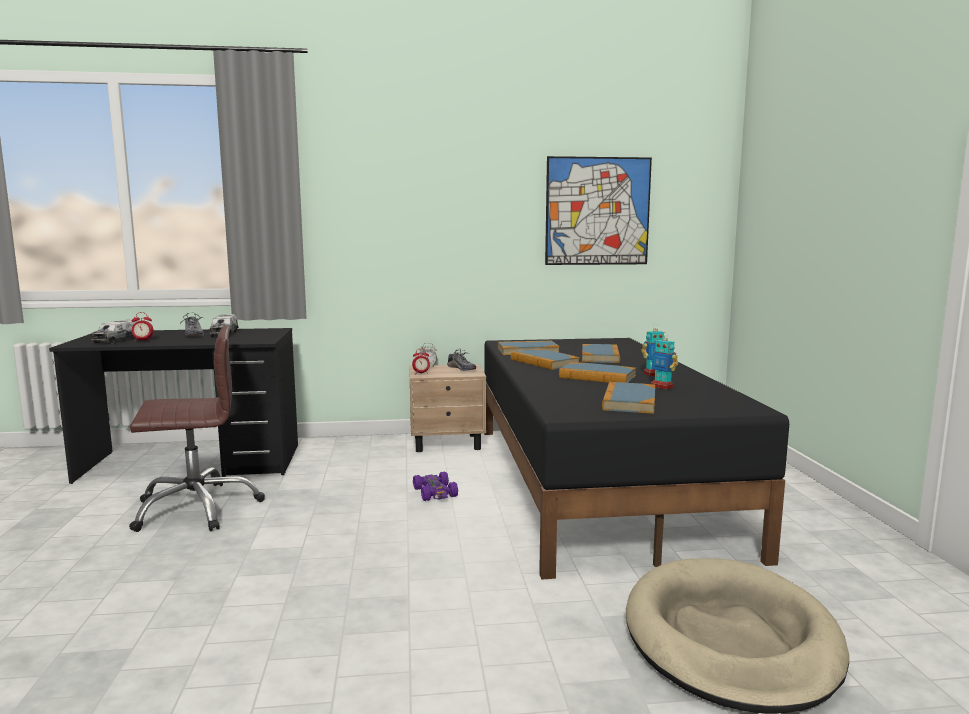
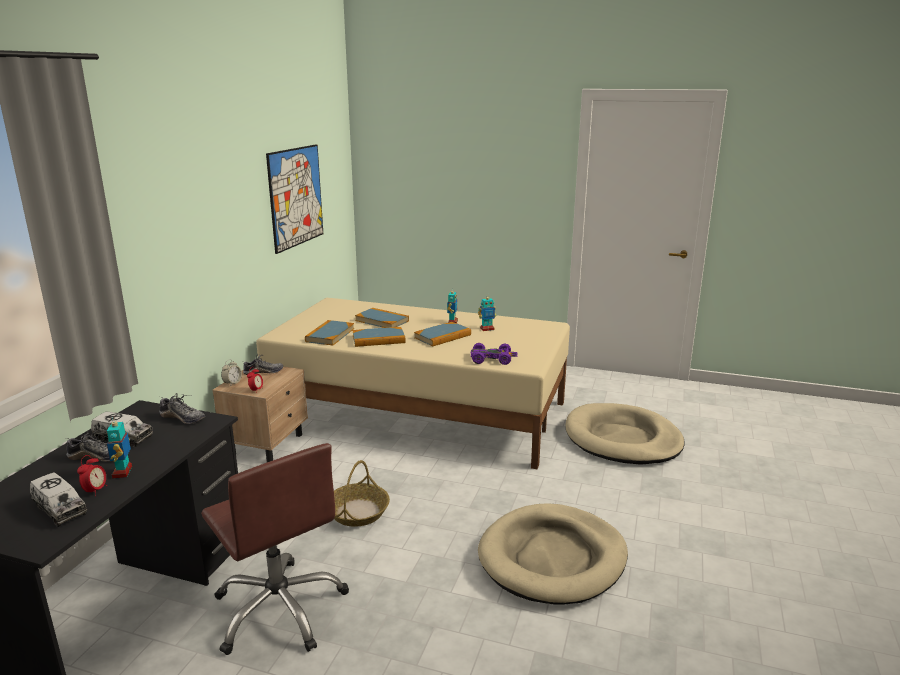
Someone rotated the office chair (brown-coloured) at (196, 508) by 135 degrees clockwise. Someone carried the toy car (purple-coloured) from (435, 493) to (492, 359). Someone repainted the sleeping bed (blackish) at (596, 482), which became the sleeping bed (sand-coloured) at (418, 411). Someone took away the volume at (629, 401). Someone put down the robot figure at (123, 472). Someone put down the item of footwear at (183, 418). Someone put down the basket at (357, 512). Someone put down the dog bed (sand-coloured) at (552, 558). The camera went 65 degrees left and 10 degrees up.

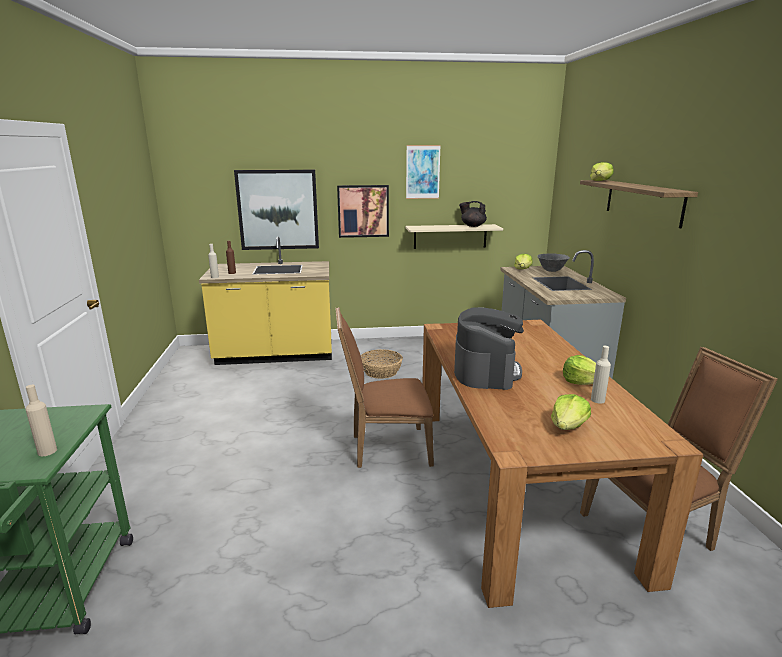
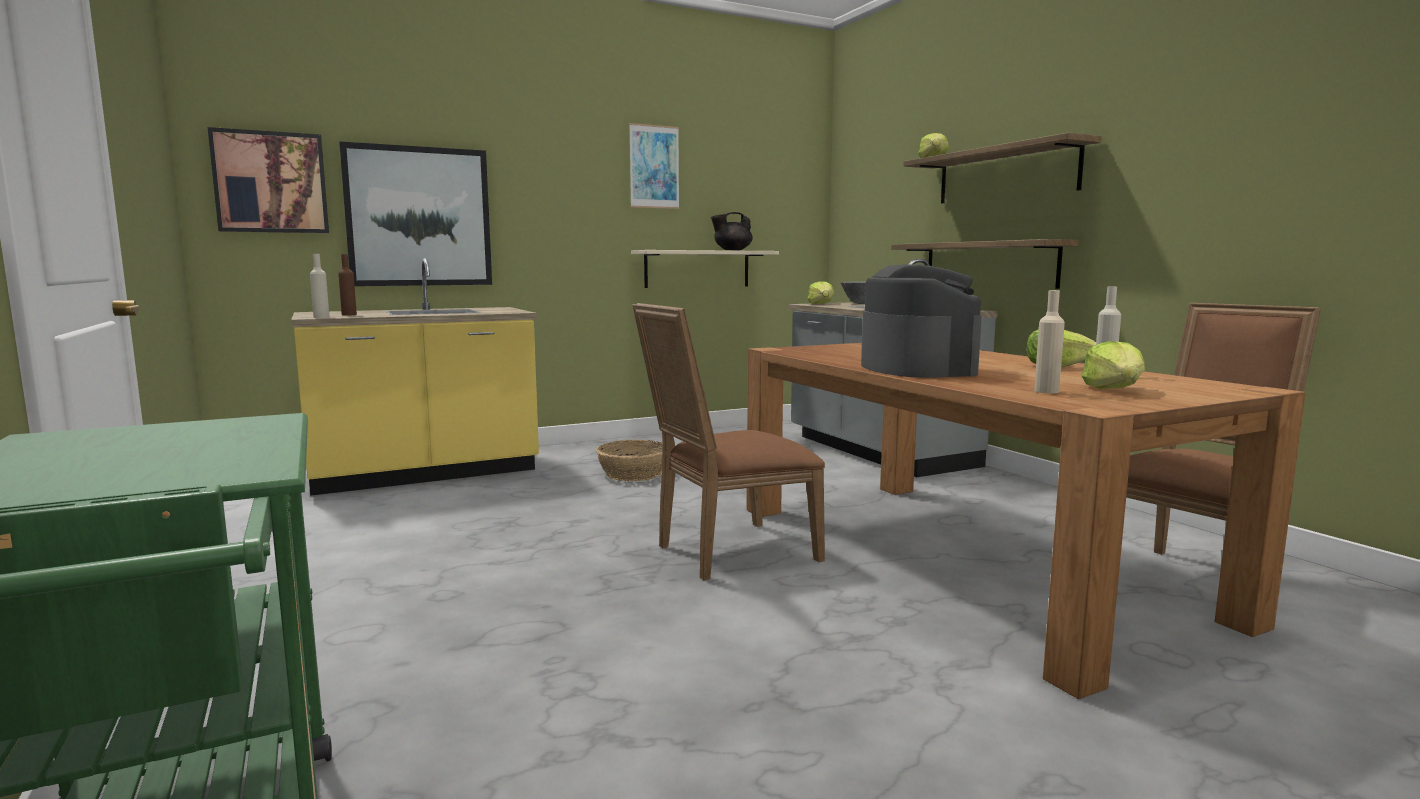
Someone carried the bottle (sand-coloured) from (47, 451) to (1046, 391). Someone carried the wall picture from (363, 211) to (270, 182). Someone put up the wall shelf at (989, 264). The camera went 20 degrees left and 10 degrees down.

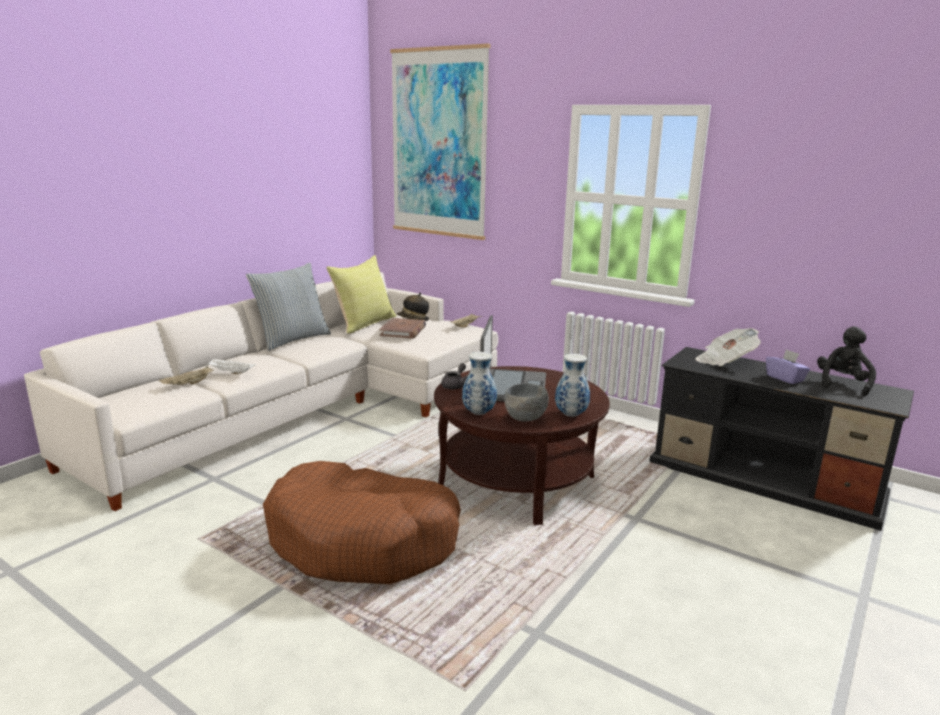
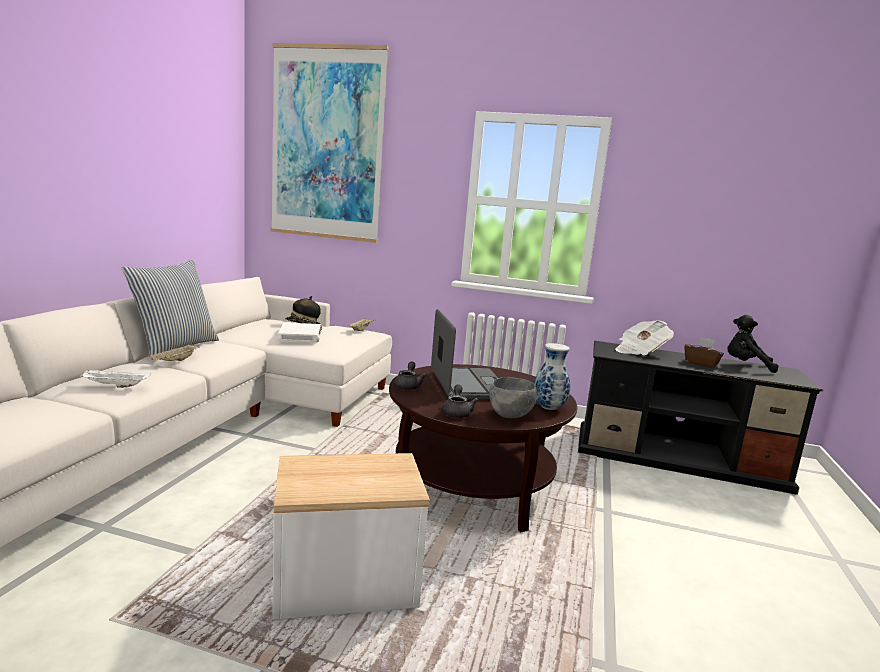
Someone carried the serving tray (sand-coloured) from (188, 384) to (175, 361). Someone swapped the dog bed (brown-coloured) at (363, 541) for the side table at (345, 583). Someone took away the pillow (yellow-coloured) at (364, 323). Someone repainted the volume (brown-coloured) at (403, 331), which became the volume (whitish) at (300, 335). Someone swapped the flower vase at (478, 412) for the pot for tea (grey) at (457, 412). Someone repainted the box of tissues (purple-coloured) at (785, 378), which became the box of tissues (brown-coloured) at (701, 363). Someone rotated the plush toy (blackish) at (842, 384) by 75 degrees counterclockwise. The camera went 20 degrees left and 5 degrees down.

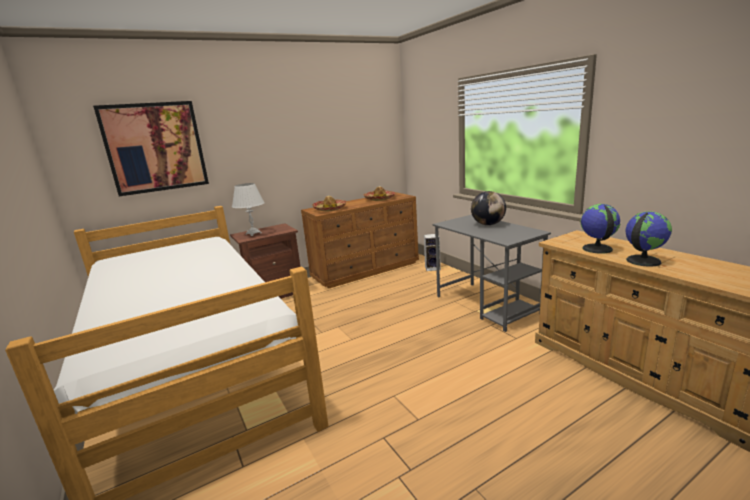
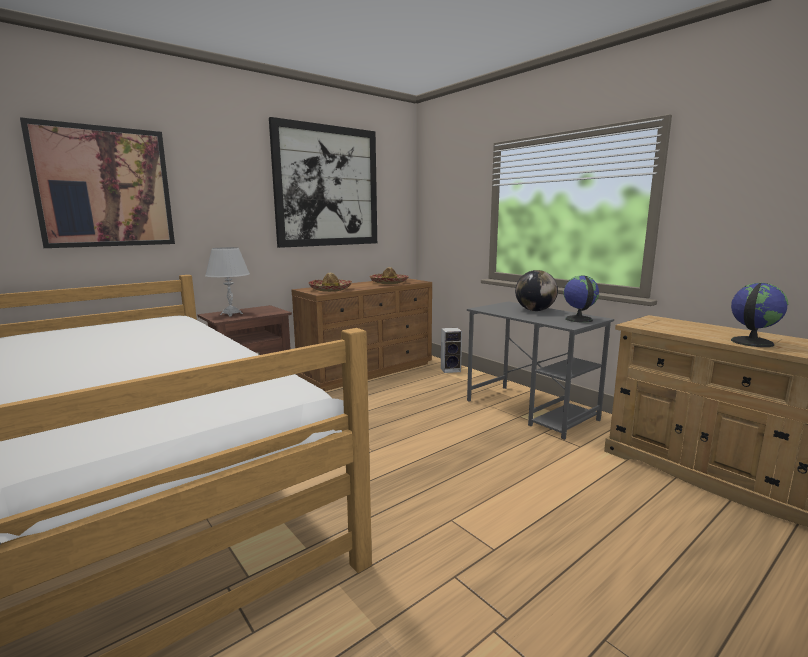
Someone carried the world globe from (596, 249) to (578, 319). Someone put up the wall picture at (327, 186). The camera went 10 degrees left and 5 degrees down.

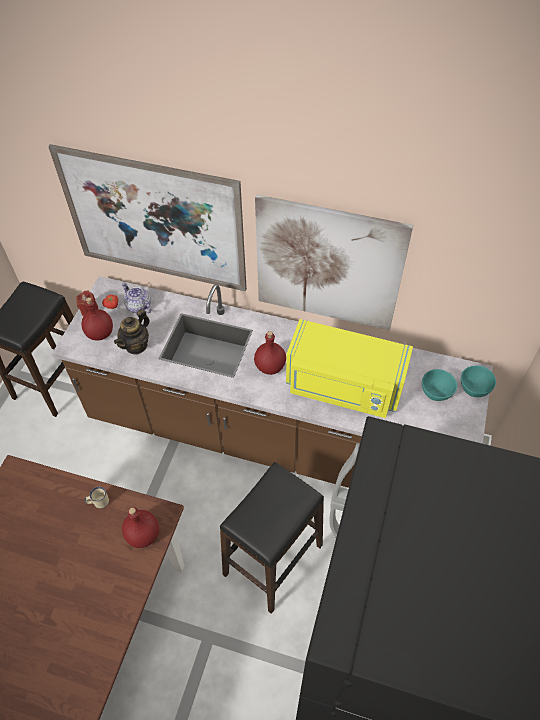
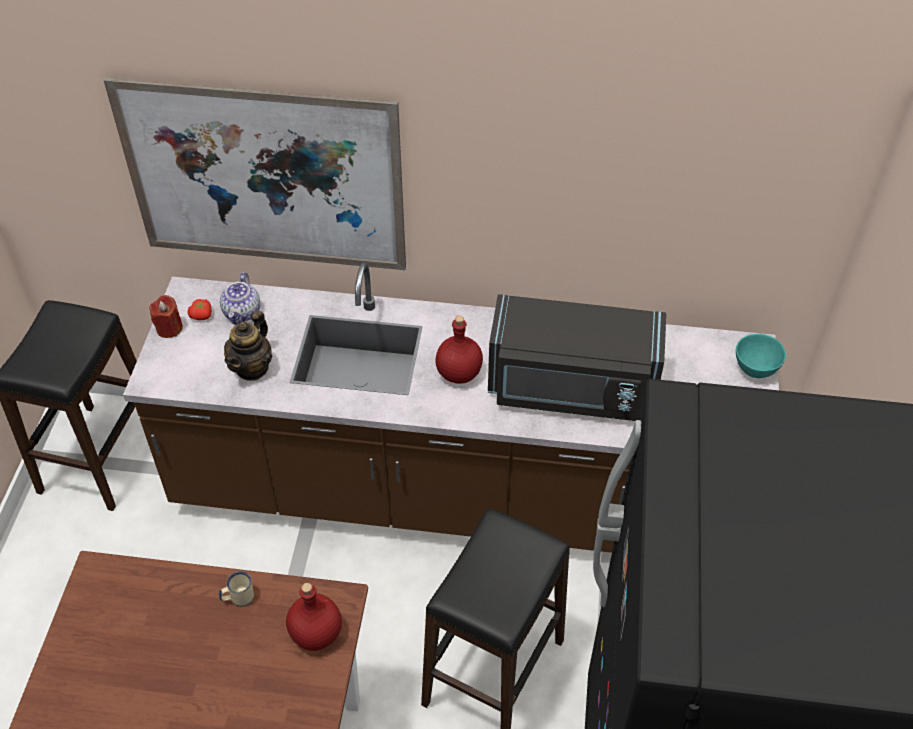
Someone took away the bottle (red-coloured) at (100, 333). Someone rotated the pot for tea at (138, 306) by 120 degrees counterclockwise. Someone took away the wall picture at (328, 265). Someone repainted the kitchen microwave (yellow-coloured) at (343, 387), which became the kitchen microwave (blackish) at (571, 388). Someone took away the bowl (turquoise-coloured) at (436, 393). The camera went 10 degrees left and 5 degrees down.

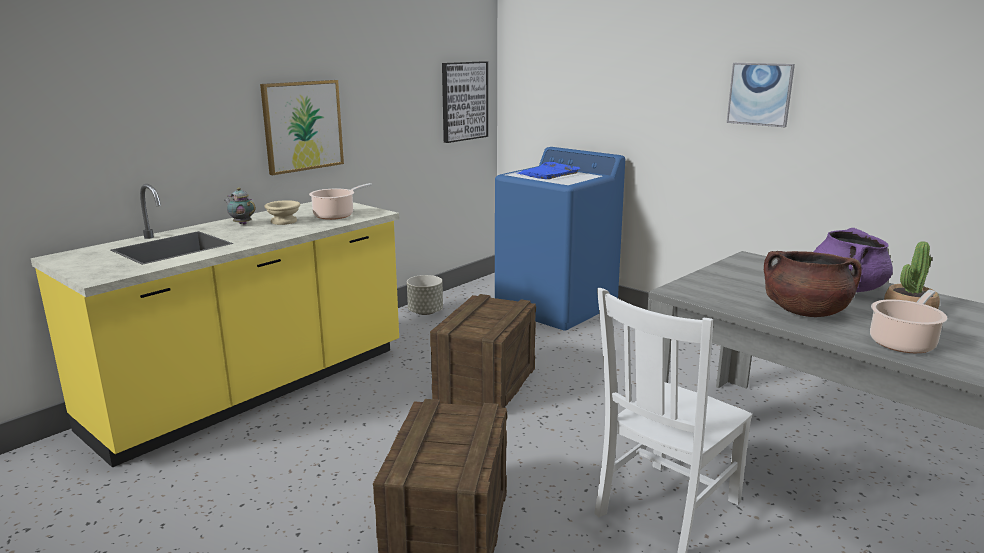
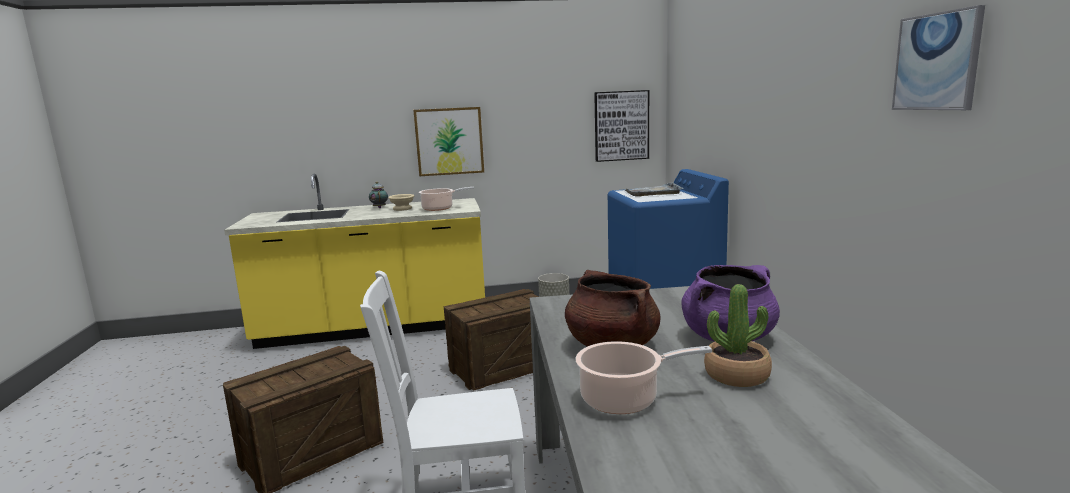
Someone repainted the serving tray (blue-coloured) at (548, 173), which became the serving tray (grey) at (653, 192). Someone carried the wall picture from (760, 94) to (937, 62). The camera went 40 degrees right and 5 degrees down.

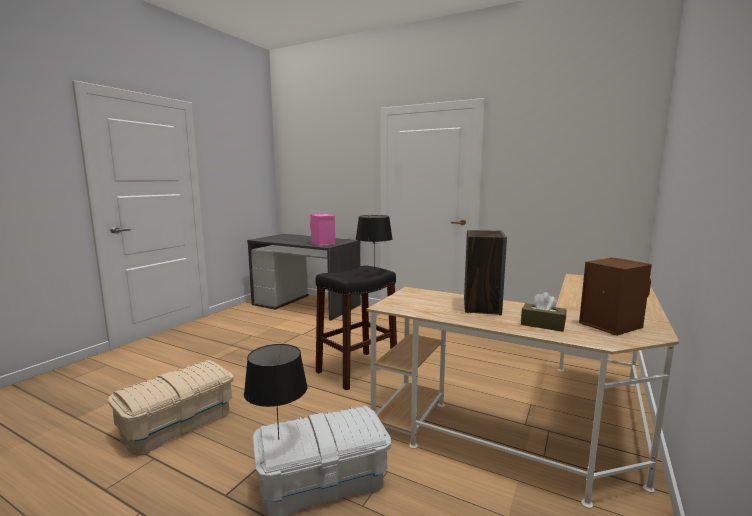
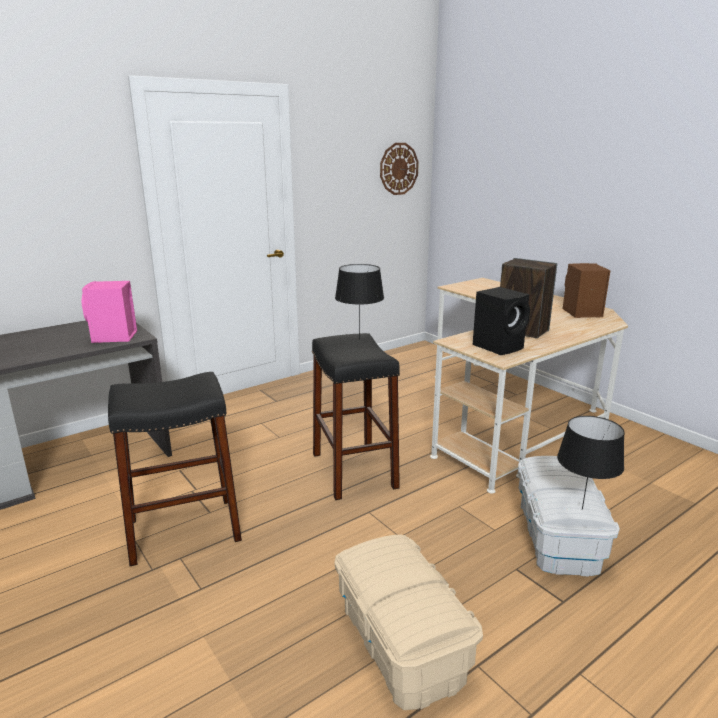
Someone took away the box of tissues (brown-coloured) at (542, 325). Someone put down the stool seat (blackish) at (183, 530). Someone put up the clock on the wall at (398, 169). Someone put down the audio speaker (blackish) at (499, 346). The camera went 65 degrees left and 10 degrees up.

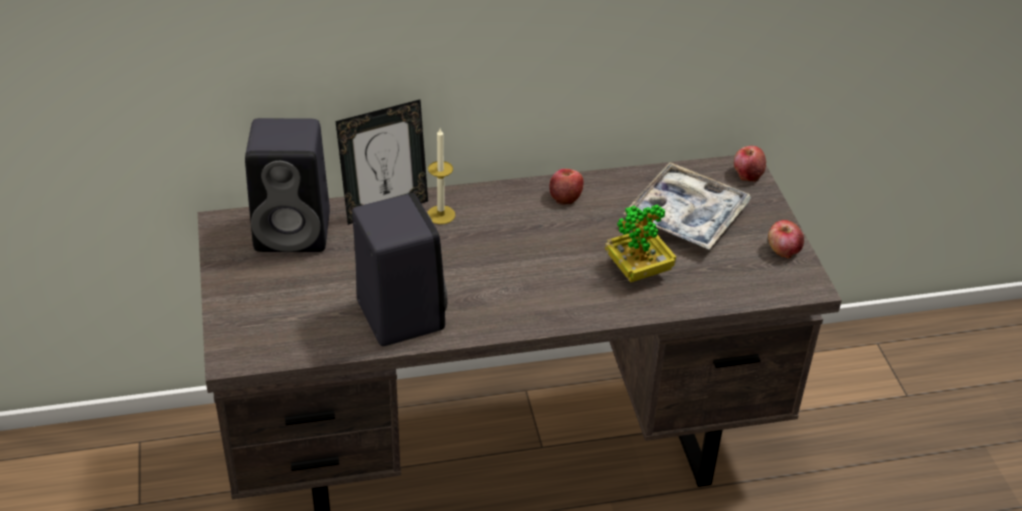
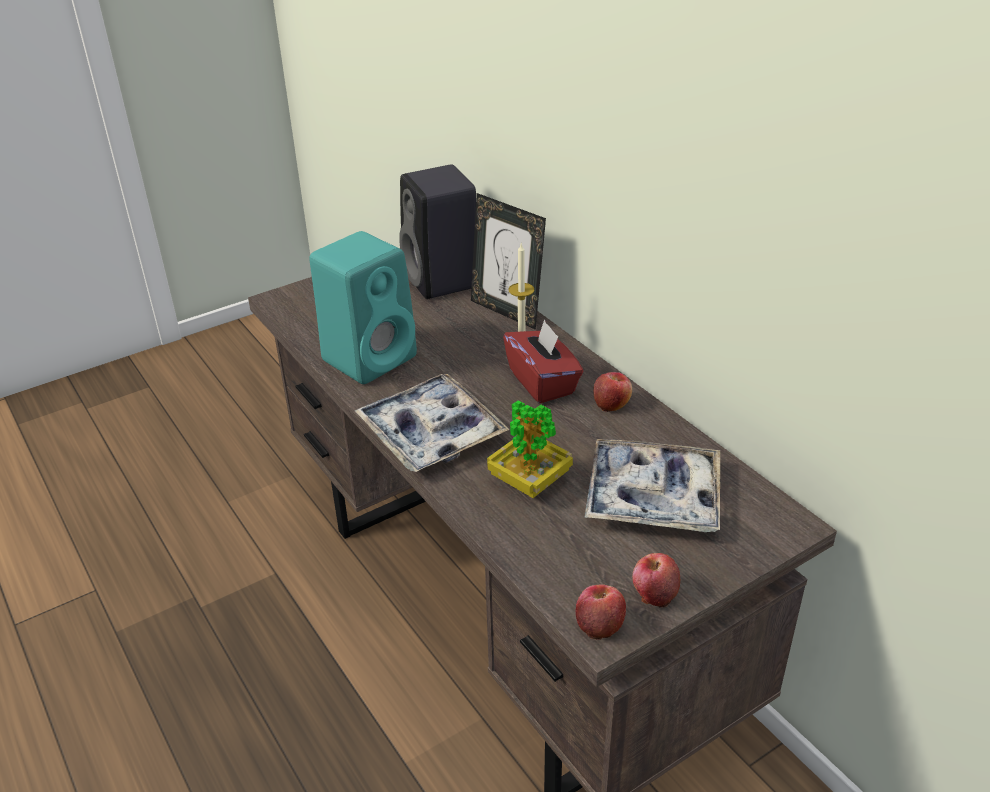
Someone repainted the audio speaker (blackish) at (398, 313), which became the audio speaker (turquoise-coloured) at (371, 357). Someone carried the apple fruit from (747, 174) to (599, 624). Someone put down the serving tray at (431, 433). Someone put down the box of tissues (red-coloured) at (542, 382). The camera went 70 degrees right and 5 degrees down.

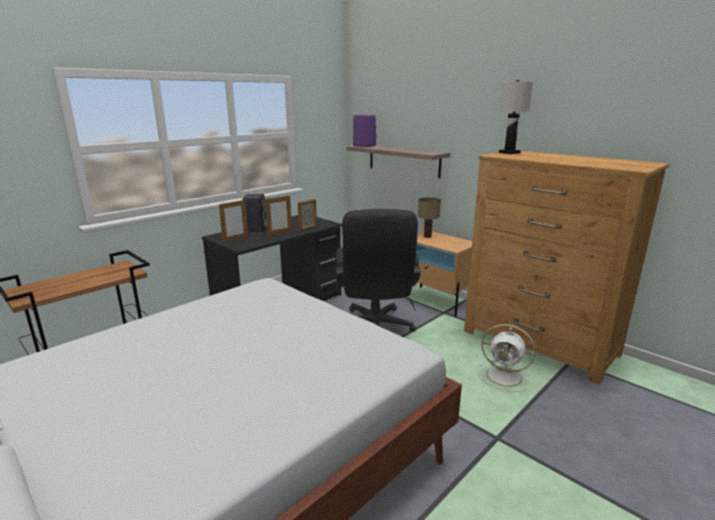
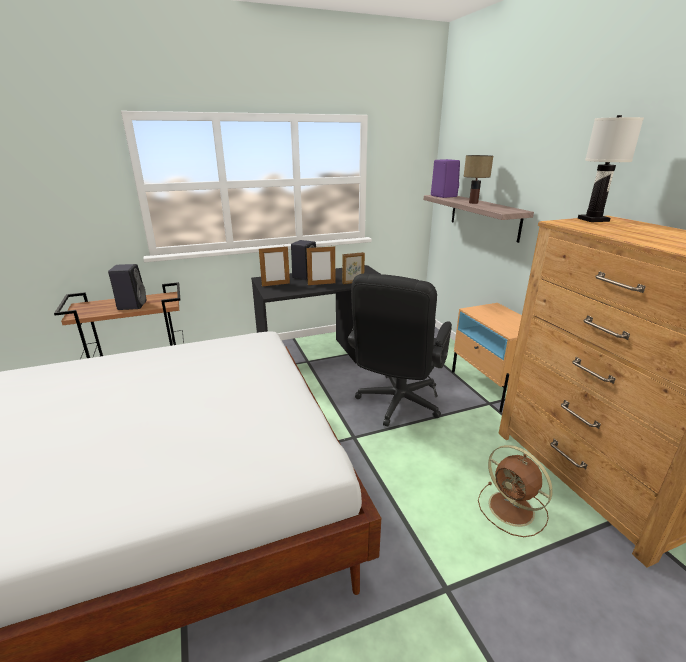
Someone carried the tabletop lamp from (427, 237) to (473, 203). Someone repainted the electric fan (whitish) at (505, 376), which became the electric fan (brown-coloured) at (513, 509). Someone put down the audio speaker (blackish) at (132, 305). The camera went 25 degrees right and 5 degrees up.

